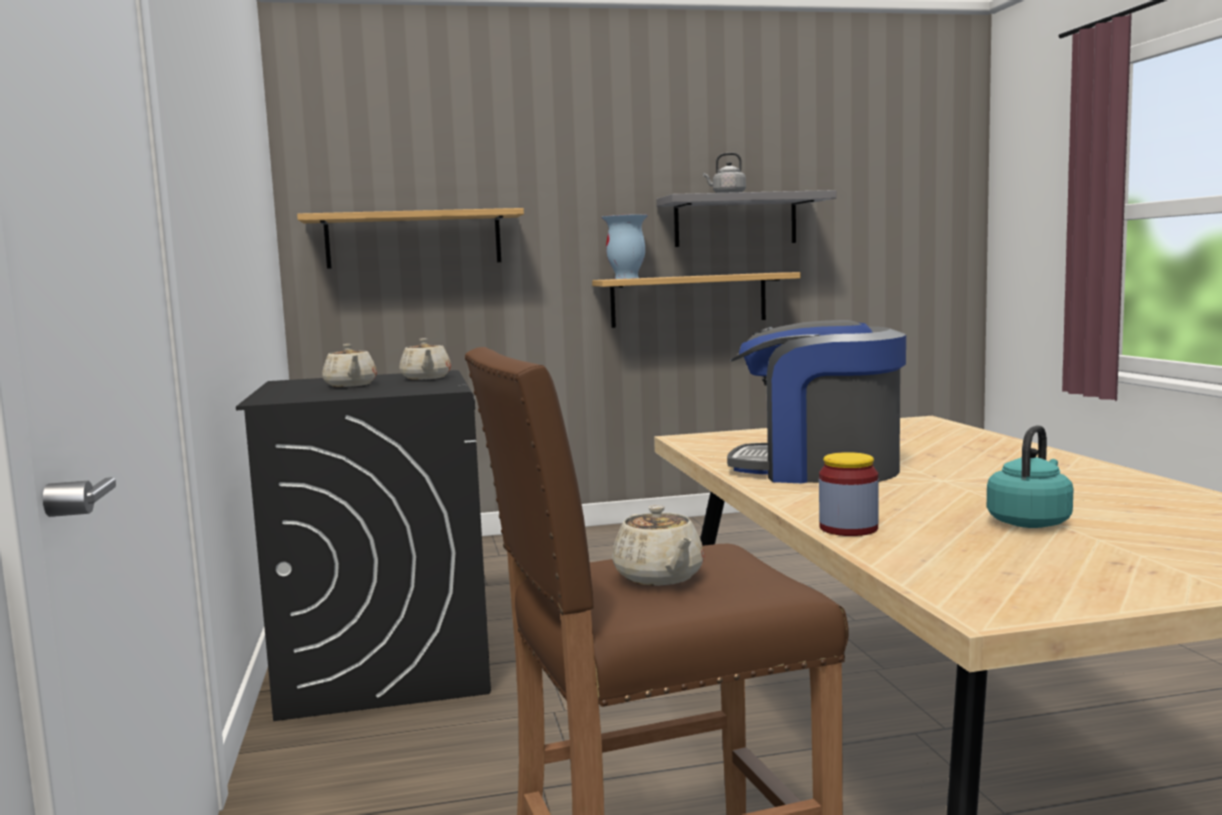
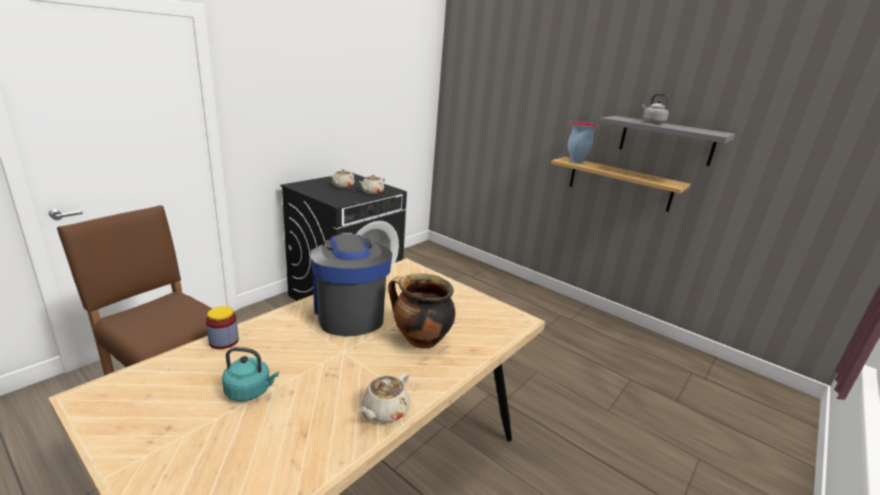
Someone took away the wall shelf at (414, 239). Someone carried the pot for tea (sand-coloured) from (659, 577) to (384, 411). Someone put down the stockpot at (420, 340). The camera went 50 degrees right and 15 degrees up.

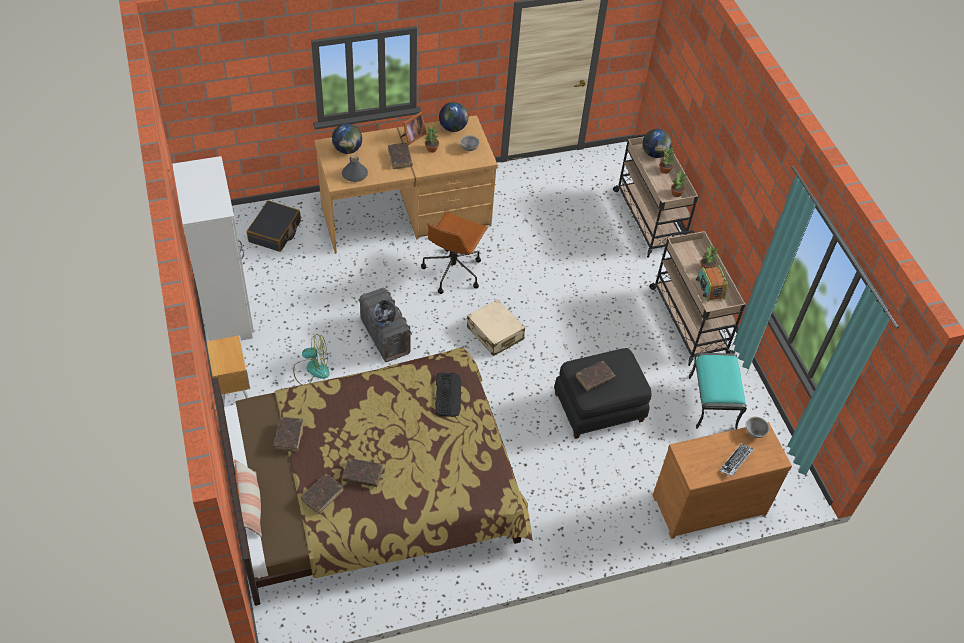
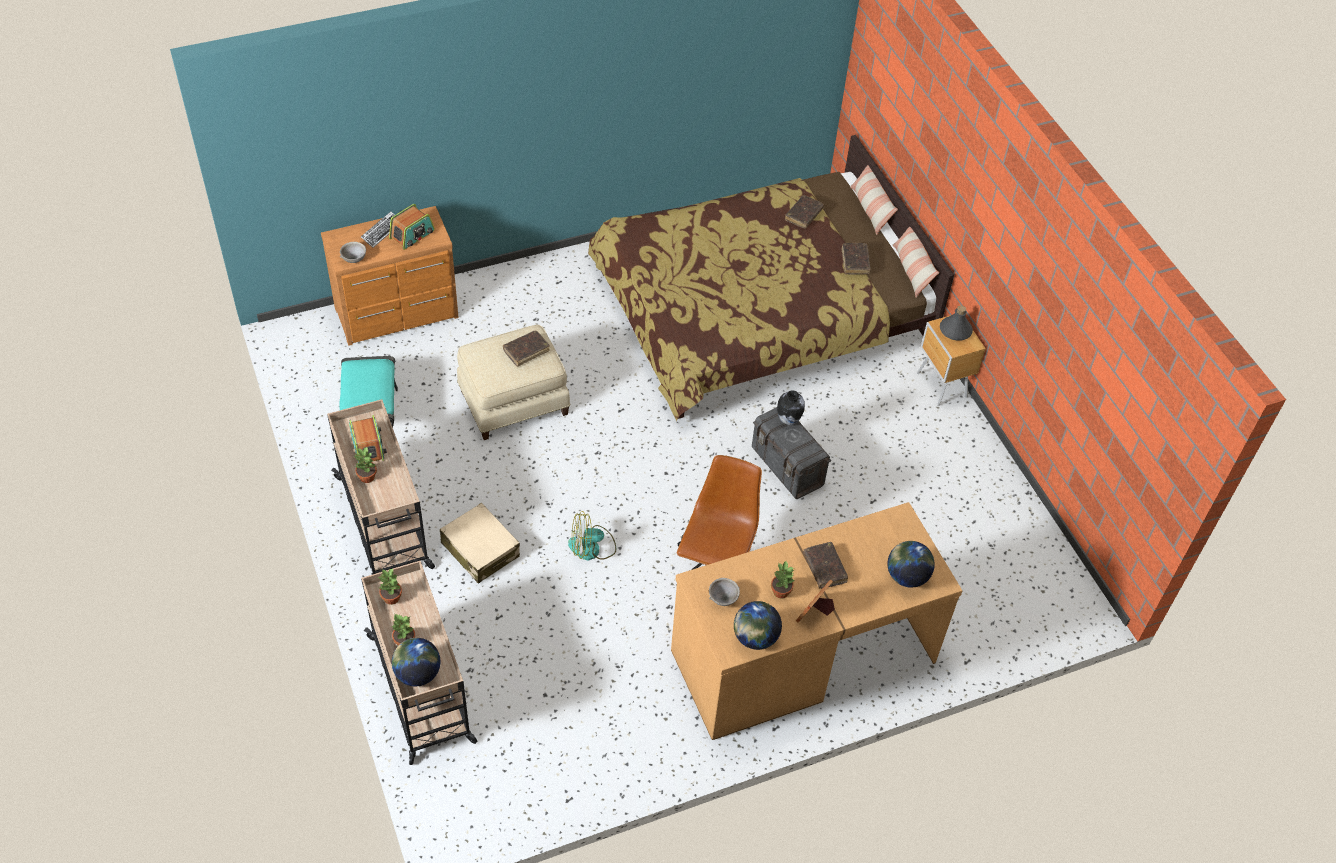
Someone took away the armoire (whitish) at (227, 311). Someone took away the piece of luggage (blackish) at (275, 232). Someone carried the electric fan from (311, 369) to (592, 547). Someone carried the bottle (grey) from (354, 174) to (955, 330). Someone took away the volume (brown-coloured) at (362, 475). Someone took away the keyboard at (448, 394). Someone carried the piece of luggage (sand-coloured) from (495, 333) to (480, 550). Someone repainted the ottoman (blackish) at (599, 408), which became the ottoman (sand-coloured) at (513, 401). Someone put down the radio receiver at (412, 235). Someone put down the pillow at (911, 270). The camera went 175 degrees right and 0 degrees up.

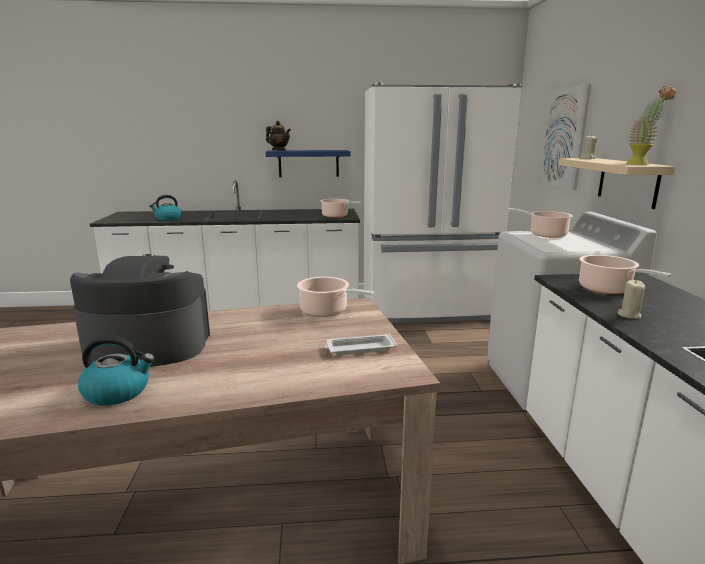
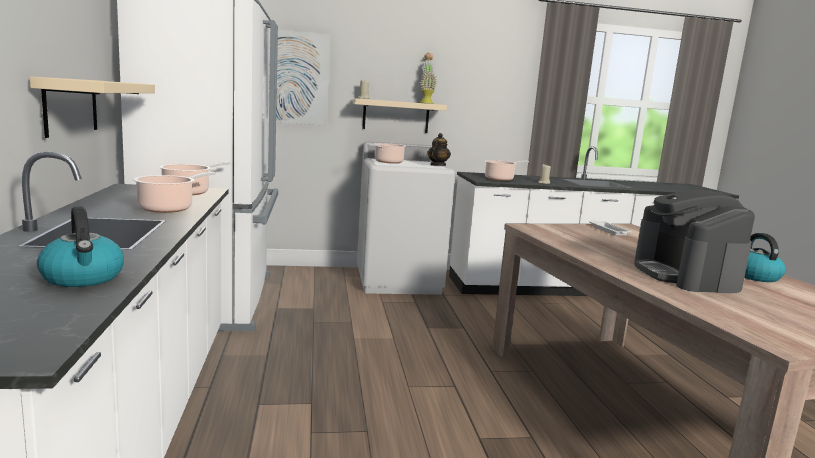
Someone carried the pot for tea from (279, 150) to (437, 165). Someone repainted the wall shelf (blue-coloured) at (308, 163), which became the wall shelf (sand-coloured) at (71, 106). Someone carried the stockpot from (326, 311) to (169, 208). The camera went 95 degrees left and 5 degrees down.

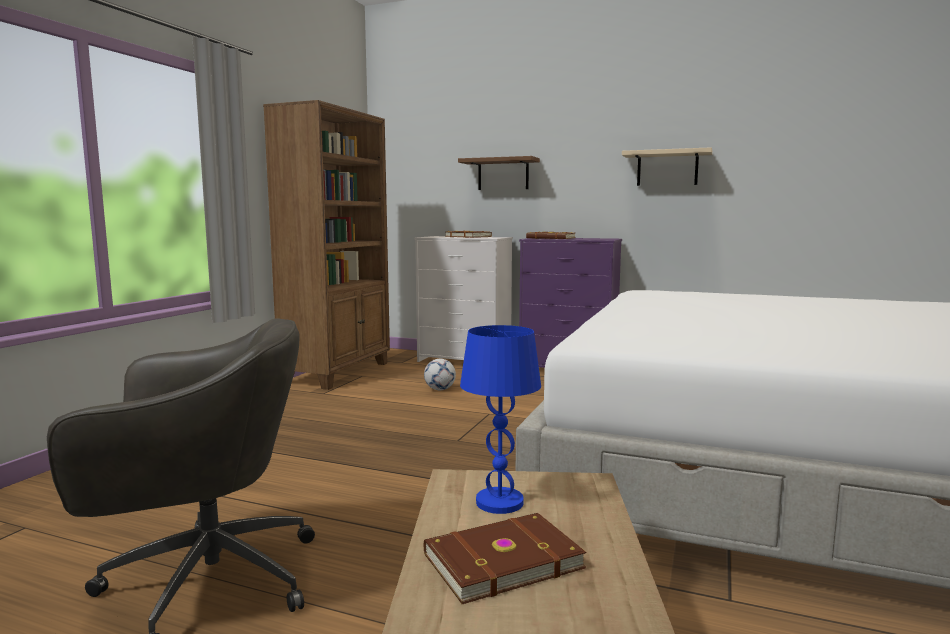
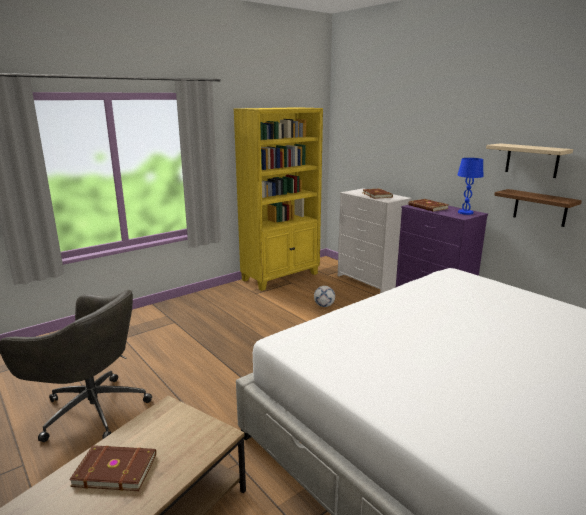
Someone repainted the bookshelf (brown-coloured) at (338, 373), which became the bookshelf (yellow-coloured) at (281, 277). Someone carried the wall shelf (brown-coloured) from (503, 174) to (540, 208). Someone carried the tabletop lamp (blue-coloured) from (499, 502) to (465, 212). The camera went 30 degrees right and 10 degrees up.

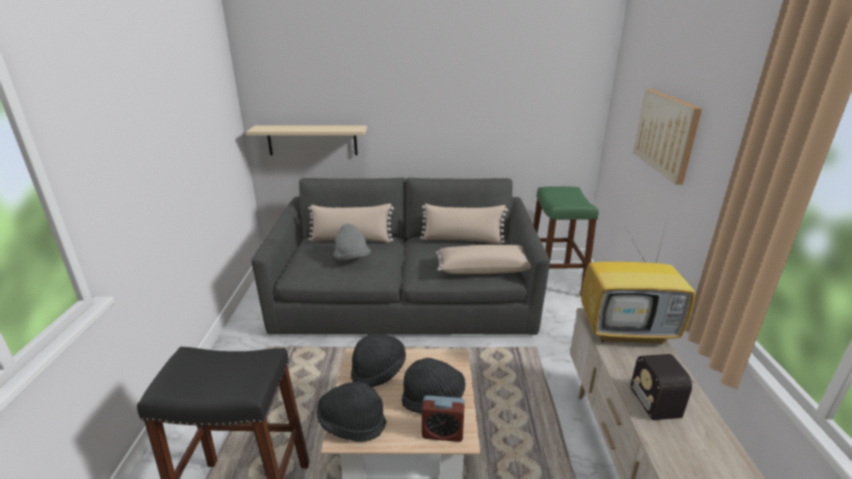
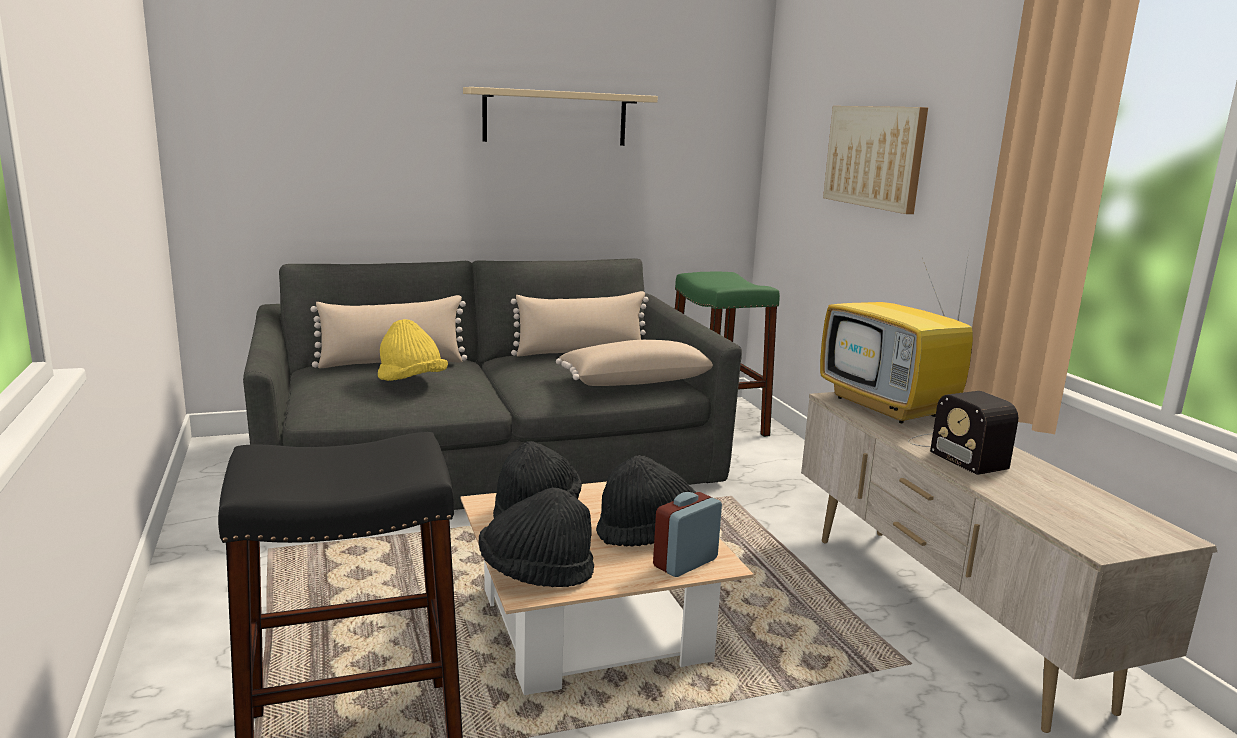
Someone carried the wall shelf (sand-coloured) from (312, 140) to (555, 117). Someone repainted the clothing hat (grey) at (352, 258), which became the clothing hat (yellow-coloured) at (411, 382). Someone rotated the bedside clock at (442, 433) by 150 degrees clockwise. Someone rotated the television at (627, 331) by 75 degrees clockwise. The camera went 20 degrees left and 10 degrees down.

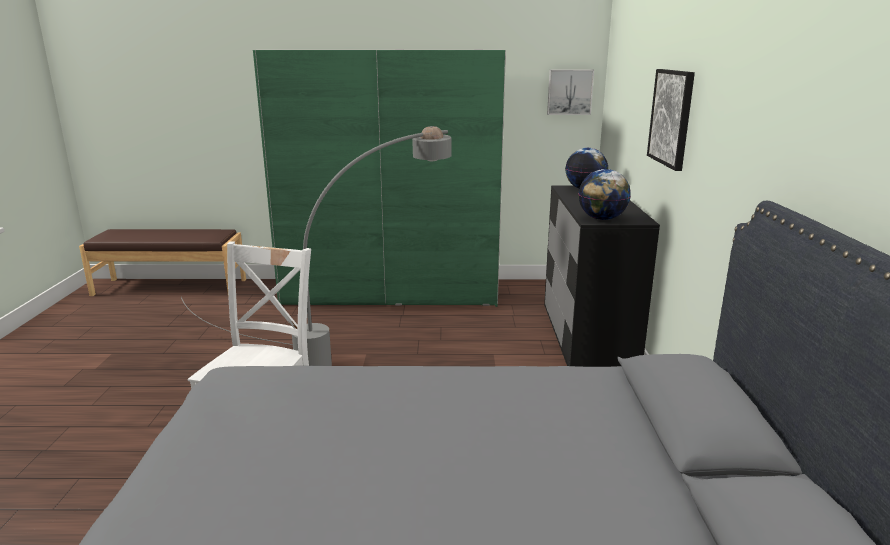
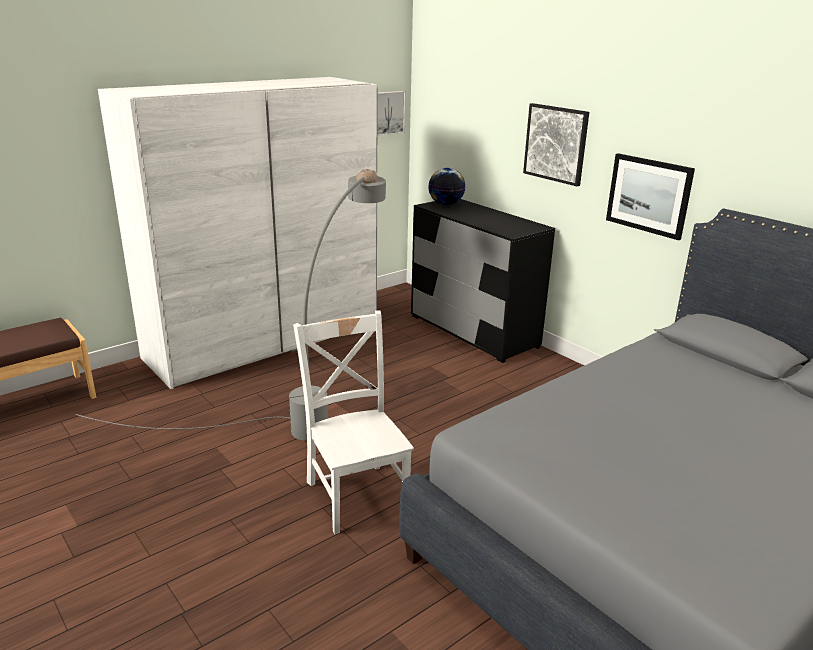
Someone repainted the armoire (green) at (391, 293), which became the armoire (whitish) at (265, 341). Someone took away the world globe at (601, 219). Someone put up the wall picture at (649, 195). The camera went 40 degrees left and 5 degrees up.

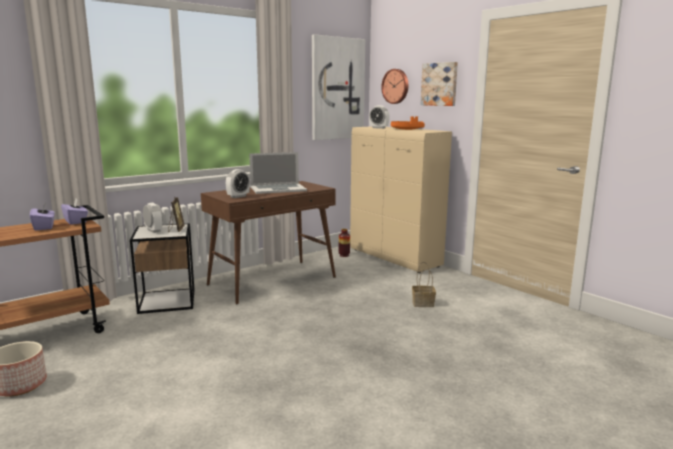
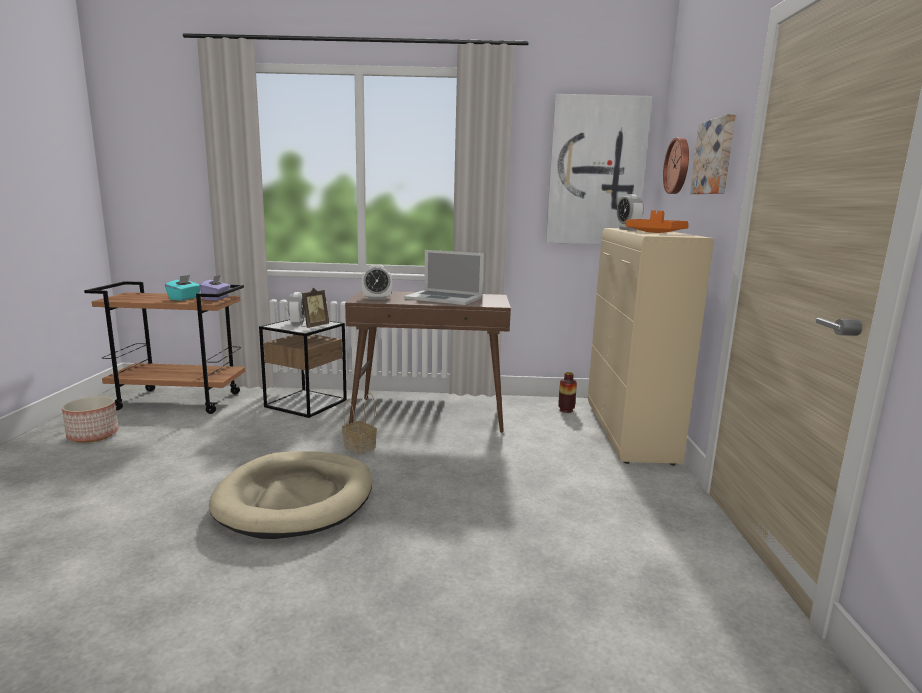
Someone repainted the box of tissues (purple-coloured) at (44, 227), which became the box of tissues (turquoise-coloured) at (184, 298). Someone carried the basket from (423, 303) to (360, 447). Someone put down the dog bed (sand-coloured) at (296, 498). The camera went 40 degrees right and 0 degrees up.

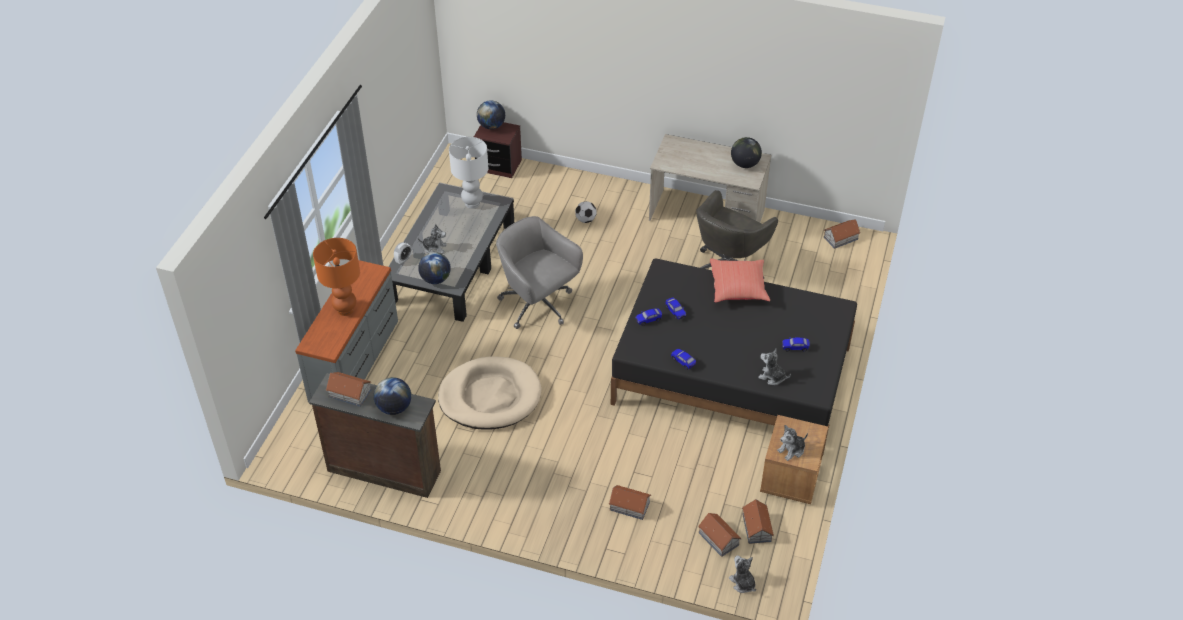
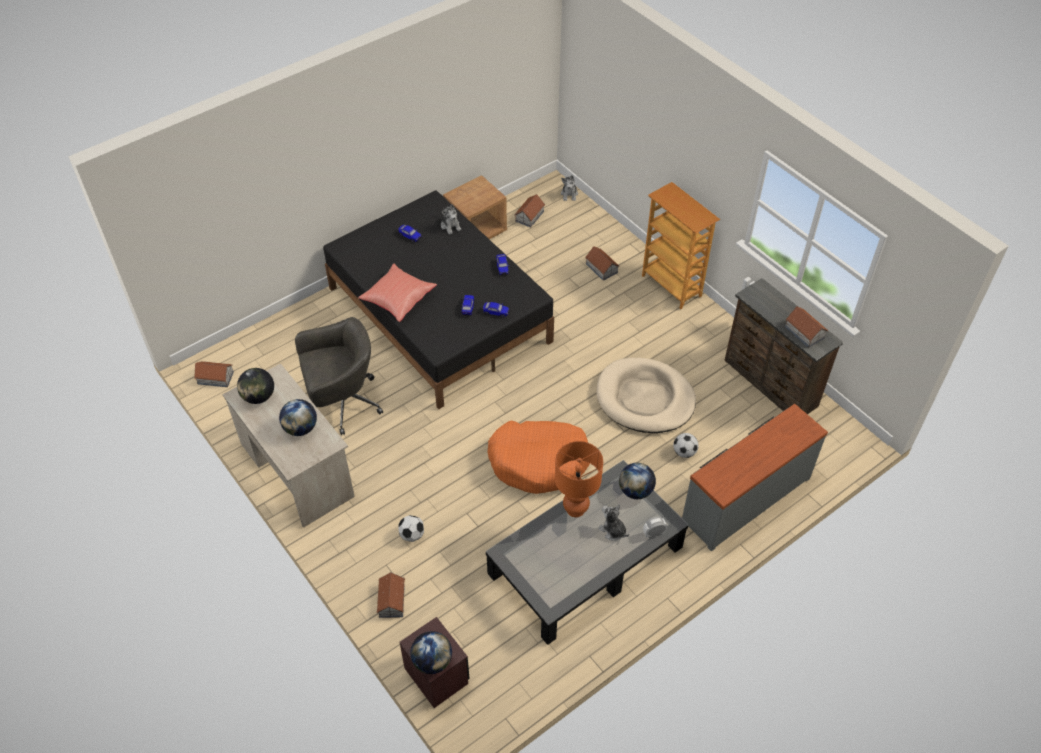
Someone carried the tabletop lamp (orangey) from (345, 309) to (575, 509). Someone carried the world globe from (394, 408) to (301, 428). Someone took away the tabletop lamp (whitish) at (472, 203). Someone swapped the office chair (grey) at (538, 306) for the dog bed (orangey) at (539, 462). Someone carried the toy house from (718, 538) to (391, 601). Someone took away the plush toy at (792, 450). Someone put down the bookshelf at (672, 286). Someone put down the football ball at (684, 452). The camera went 145 degrees left and 5 degrees up.

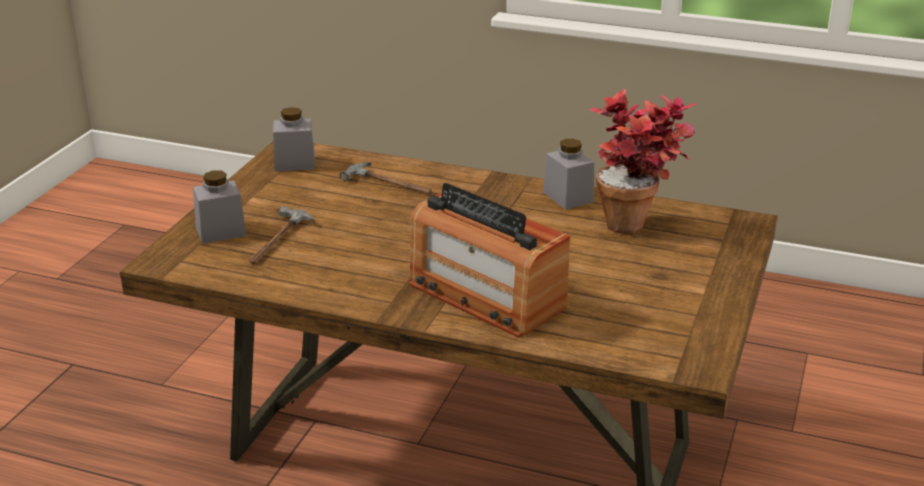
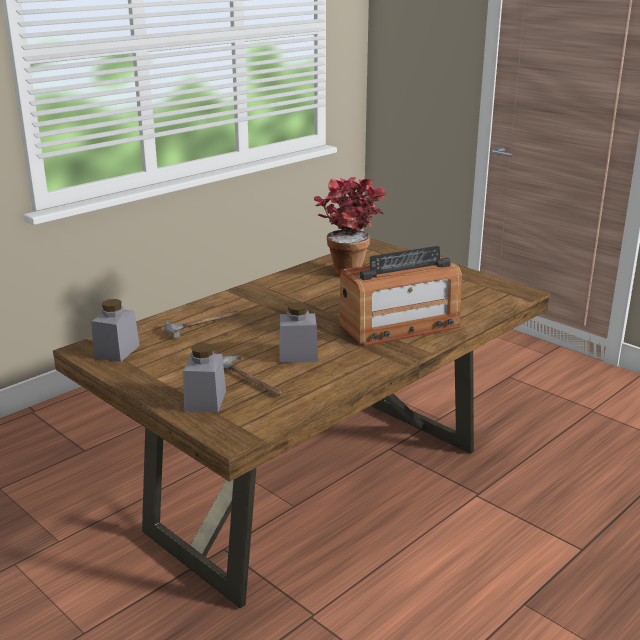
Someone carried the storage jar (grey) from (568, 197) to (298, 355). The camera went 65 degrees left and 5 degrees down.

